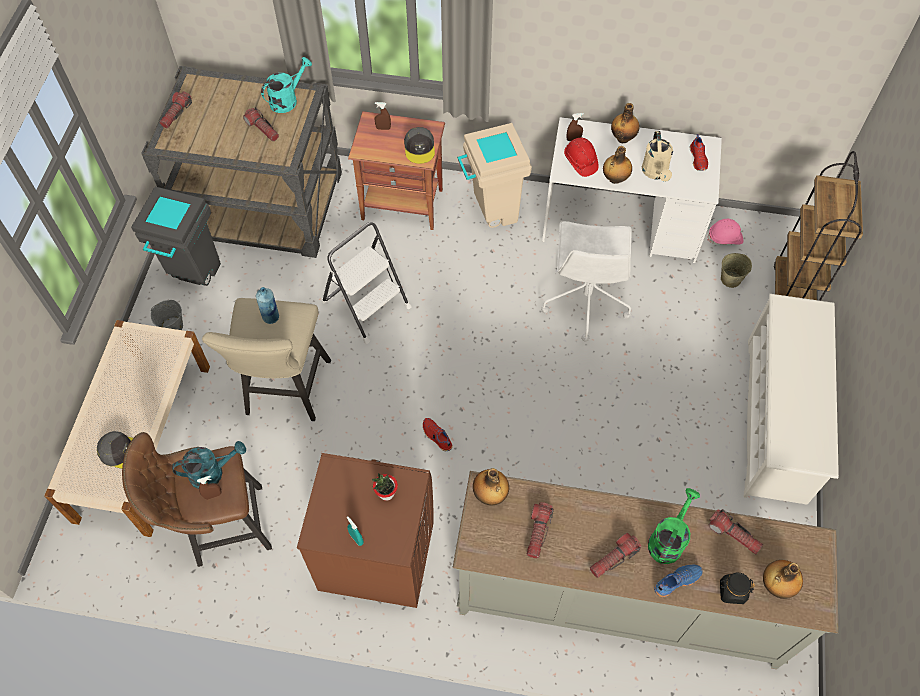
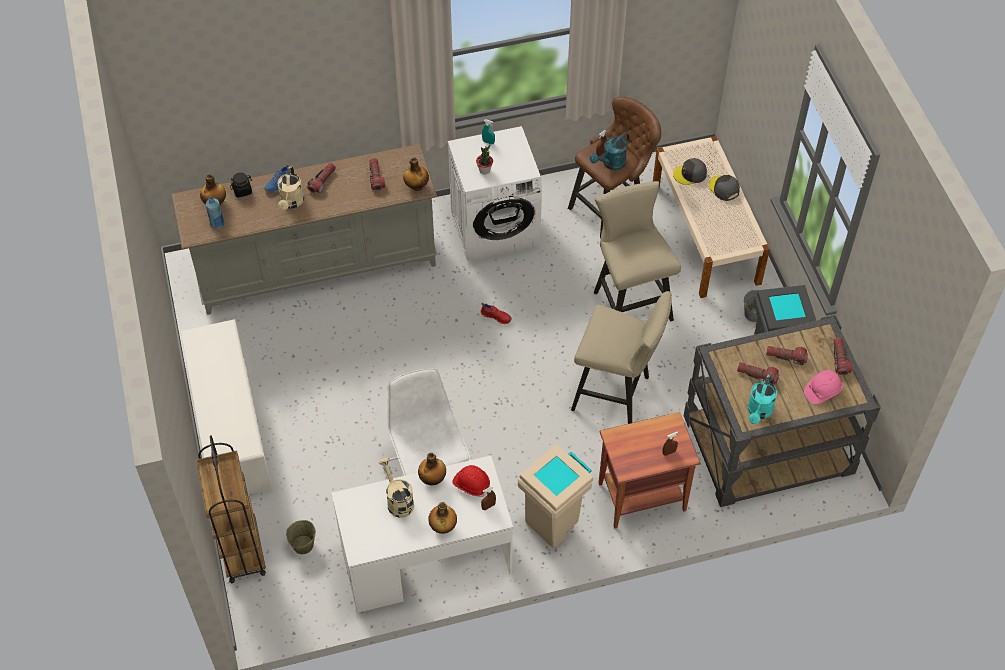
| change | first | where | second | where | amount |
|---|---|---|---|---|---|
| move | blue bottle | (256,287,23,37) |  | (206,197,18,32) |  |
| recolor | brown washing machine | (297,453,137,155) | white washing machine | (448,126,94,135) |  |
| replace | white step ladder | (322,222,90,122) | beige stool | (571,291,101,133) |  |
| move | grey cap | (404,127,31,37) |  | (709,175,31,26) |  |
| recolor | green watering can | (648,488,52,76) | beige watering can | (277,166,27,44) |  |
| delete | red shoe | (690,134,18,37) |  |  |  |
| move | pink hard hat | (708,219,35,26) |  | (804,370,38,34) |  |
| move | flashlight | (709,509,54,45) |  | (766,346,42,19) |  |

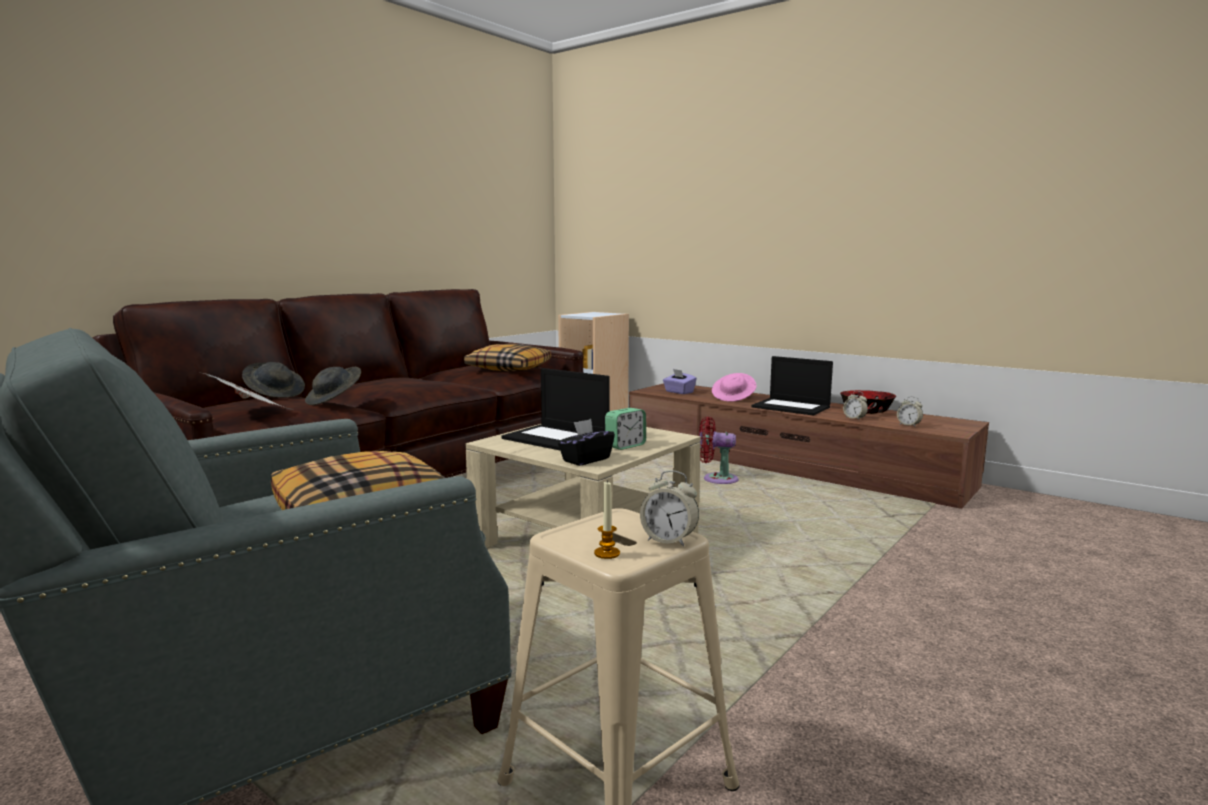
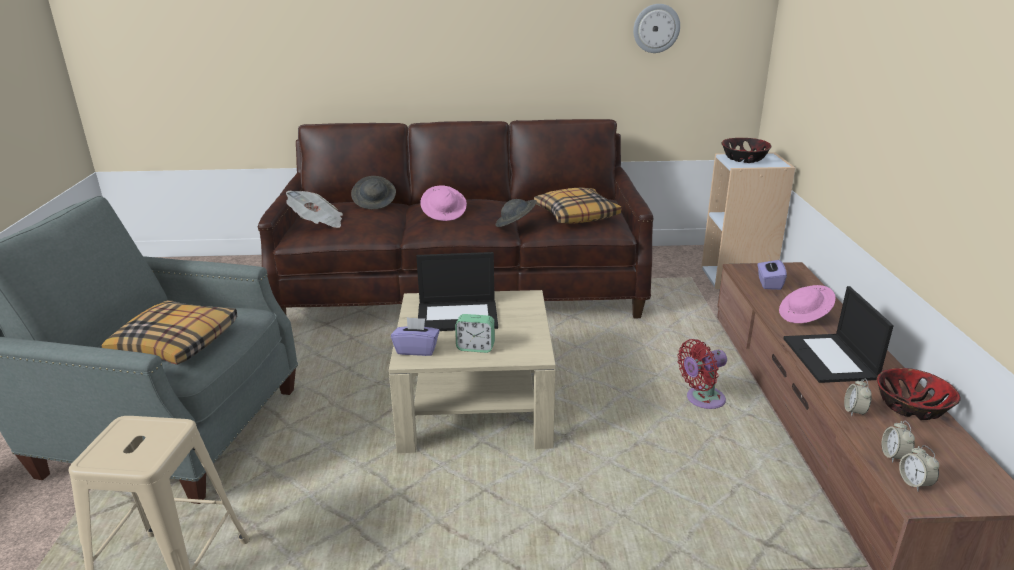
| change | first | where | second | where | amount |
|---|---|---|---|---|---|
| move | grey hat | (305,367,56,38) |  | (496,199,41,28) |  |
| rotate | laptop | (502,368,108,82) |  | (416,252,82,79) | 90 degrees counterclockwise |
| recolor | black tissue box | (558,419,57,47) | purple tissue box | (391,317,49,39) |  |
| delete | candle | (594,480,26,79) |  |  |  |
| move | alarm clock | (640,470,59,77) |  | (899,445,40,46) |  |
| rotate | red fan | (699,417,40,67) |  | (677,339,50,70) | 90 degrees counterclockwise |
| insert |  |  | pink hat | (420,186,47,35) |  |
| insert |  |  | wall clock | (633,4,47,49) |  |
| insert |  |  | bowl | (722,138,49,25) |  |

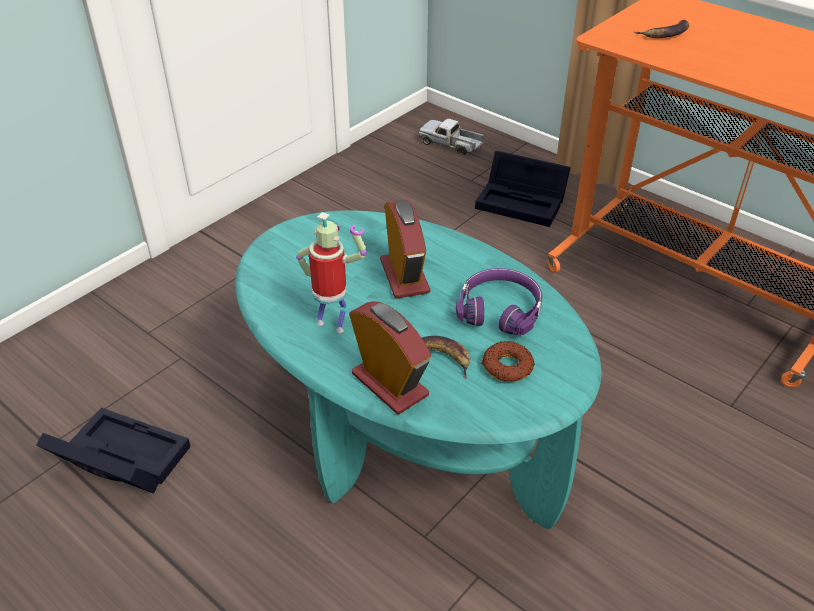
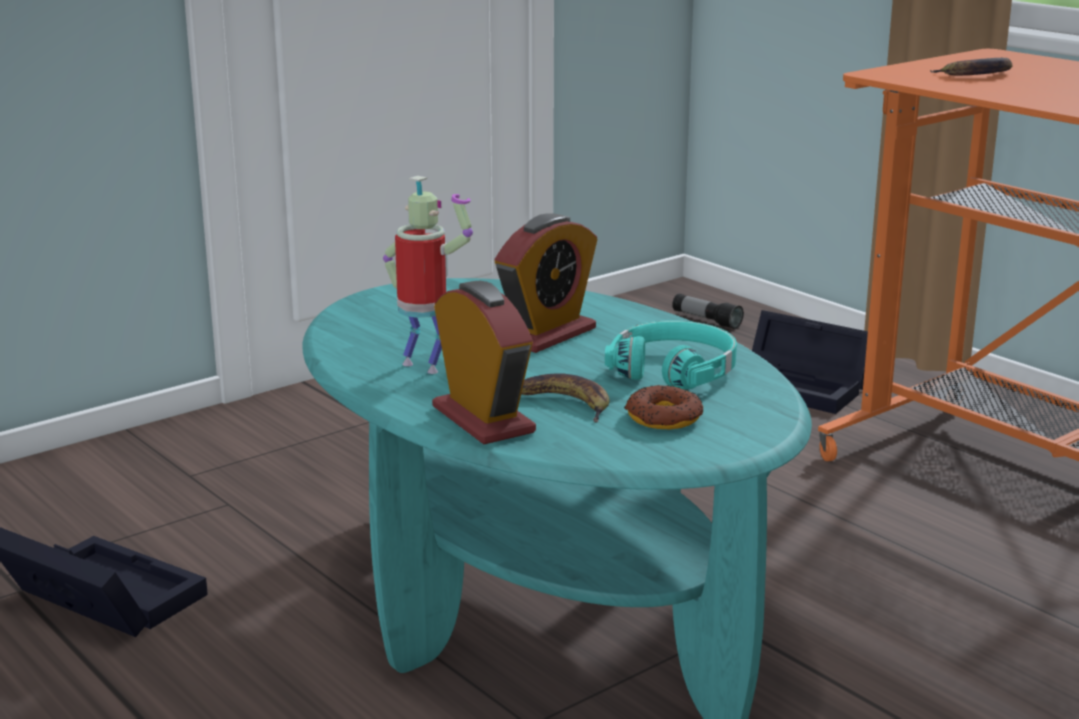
| change | first | where | second | where | amount |
|---|---|---|---|---|---|
| rotate | alarm clock | (380,200,50,99) |  | (494,213,103,140) | 45 degrees clockwise |
| replace | toy truck | (418,119,66,36) | flashlight | (672,294,72,35) |  |
| recolor | purple headphones | (456,268,86,68) | turquoise headphones | (605,320,132,69) |  |

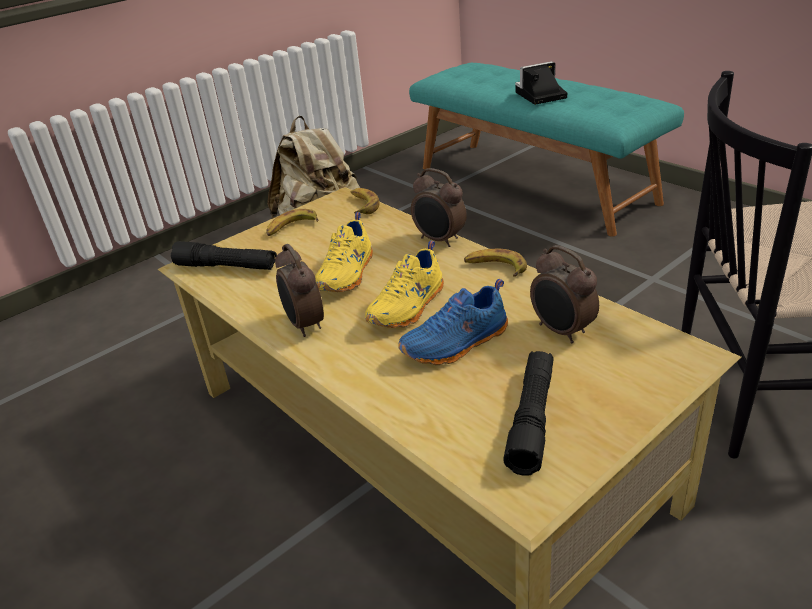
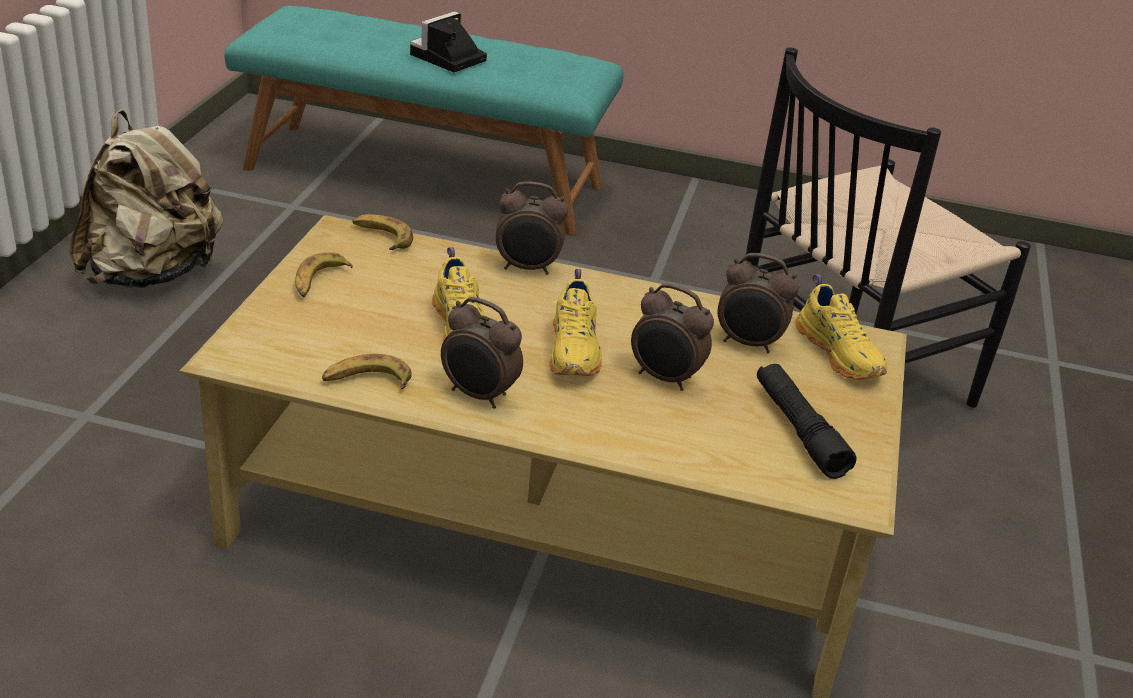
| change | first | where | second | where | amount |
|---|---|---|---|---|---|
| delete | black flashlight | (171,241,106,29) |  |  |  |
| replace | blue shoe | (398,279,110,86) | alarm clock | (631,283,83,108) |  |
| move | banana | (464,249,63,28) |  | (322,354,90,35) |  |
| insert |  |  | yellow shoe | (795,275,92,105) |  |

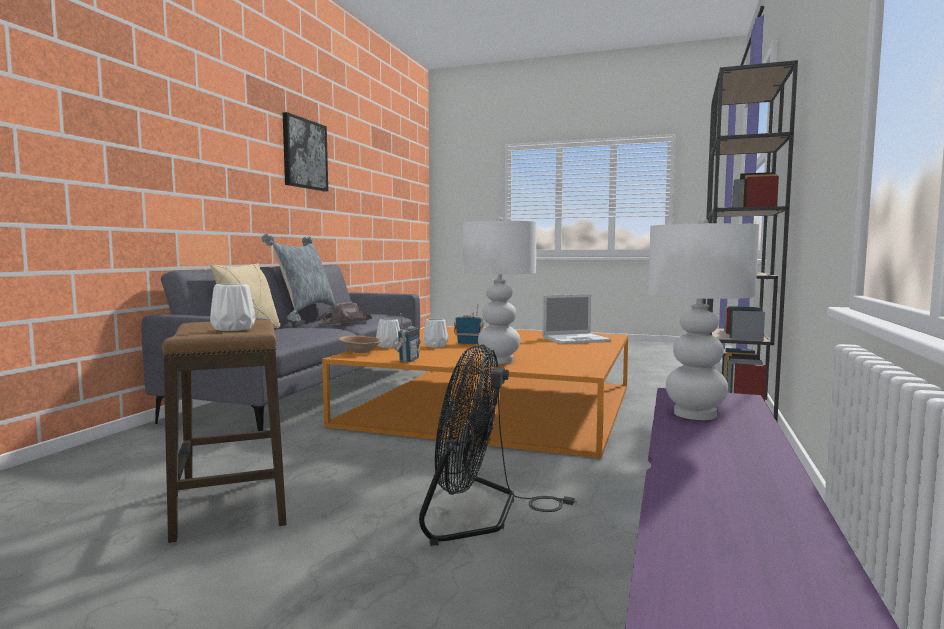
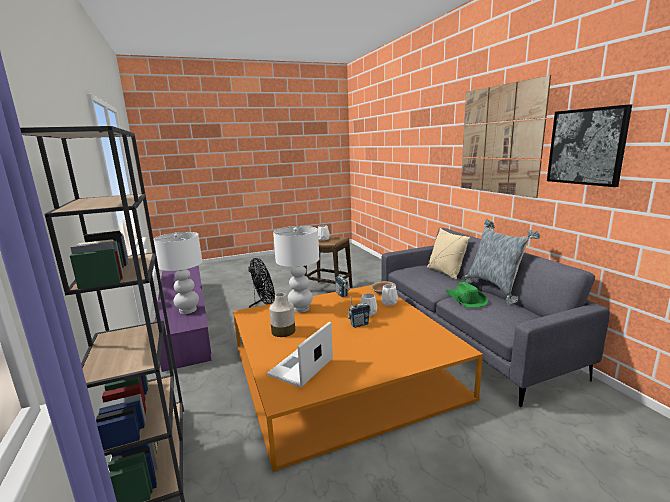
| change | first | where | second | where | amount |
|---|---|---|---|---|---|
| recolor | brown hat | (318,302,54,22) | green hat | (446,282,42,26) |  |
| insert |  |  | beige vase | (269,293,26,44) |  |
| insert |  |  | picture | (461,75,90,123) |  |

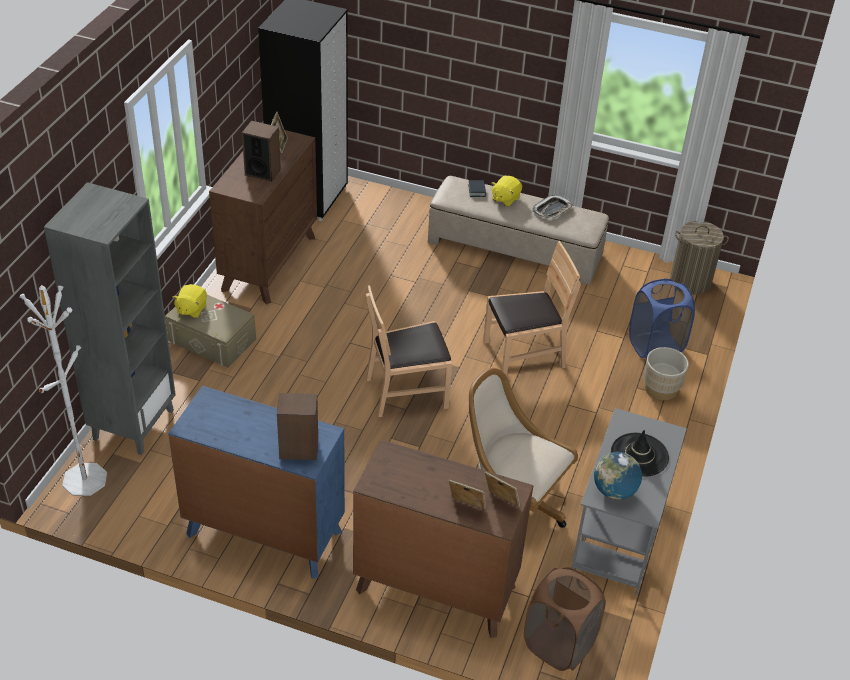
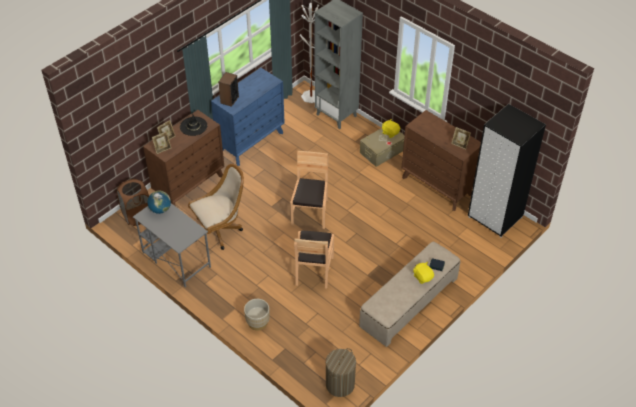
| change | first | where | second | where | amount |
|---|---|---|---|---|---|
| delete | speaker | (242,121,39,61) |  |  |  |
| delete | tray | (532,195,40,24) |  |  |  |
| move | black hat | (611,430,58,47) |  | (180,115,27,21) |  |
| delete | blue laundry basket | (629,278,66,80) |  |  |  |

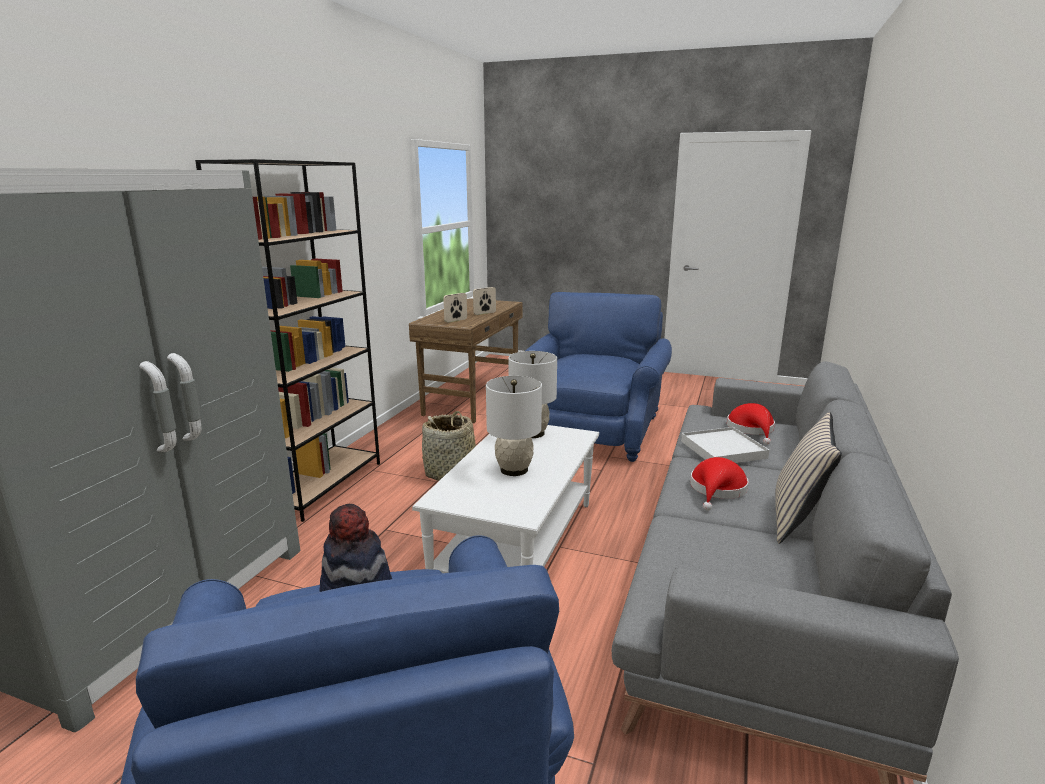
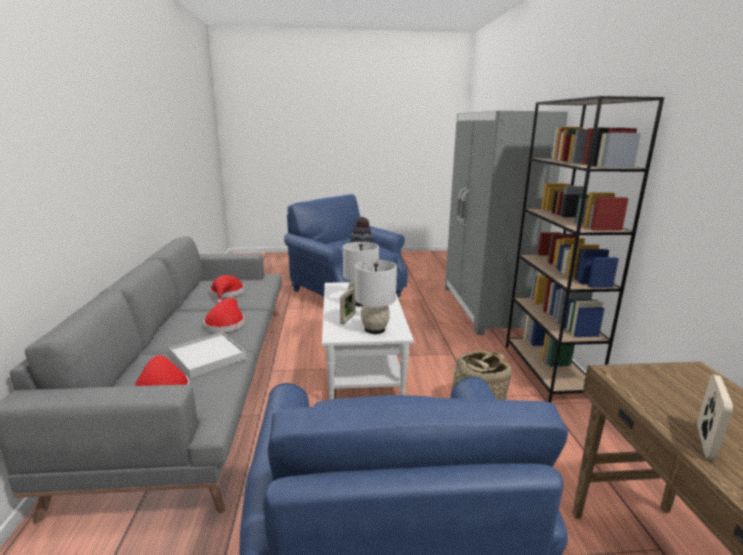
| change | first | where | second | where | amount |
|---|---|---|---|---|---|
| move | picture frame | (443,293,24,30) |  | (340,287,15,37) |  |
| delete | beige pillow | (775,412,67,132) |  |  |  |
| insert |  |  | red hat | (210,275,34,29) |  |

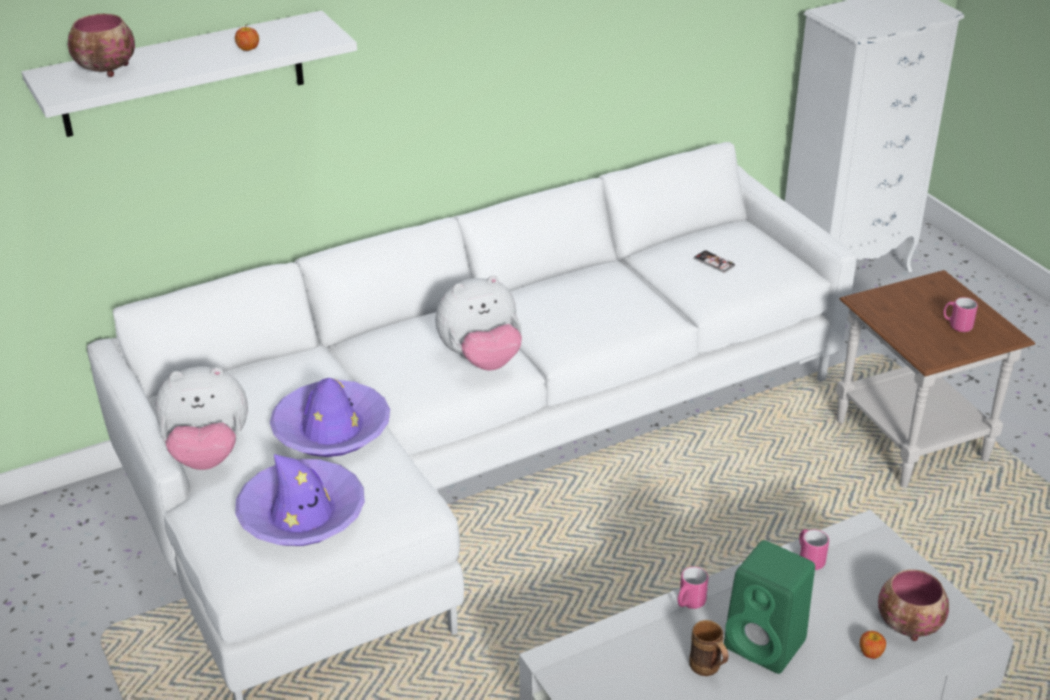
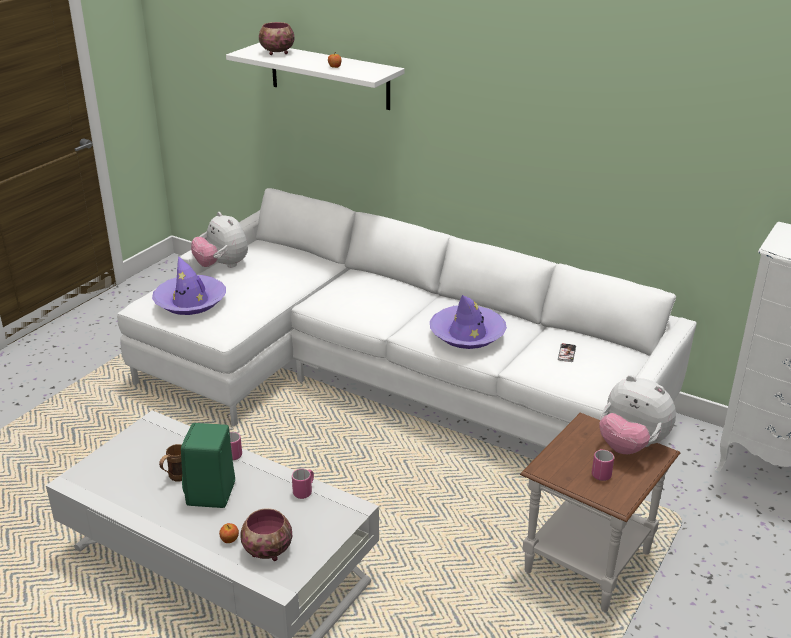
| change | first | where | second | where | amount |
|---|---|---|---|---|---|
| move | purple hat | (270,378,120,79) |  | (430,295,77,54) |  |
| move | plush toy | (435,276,87,95) |  | (599,375,77,79) |  |

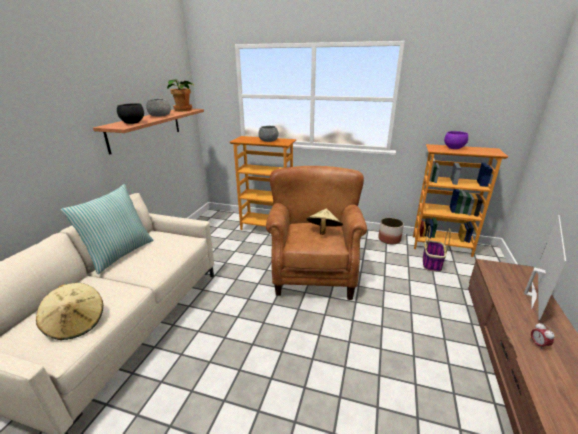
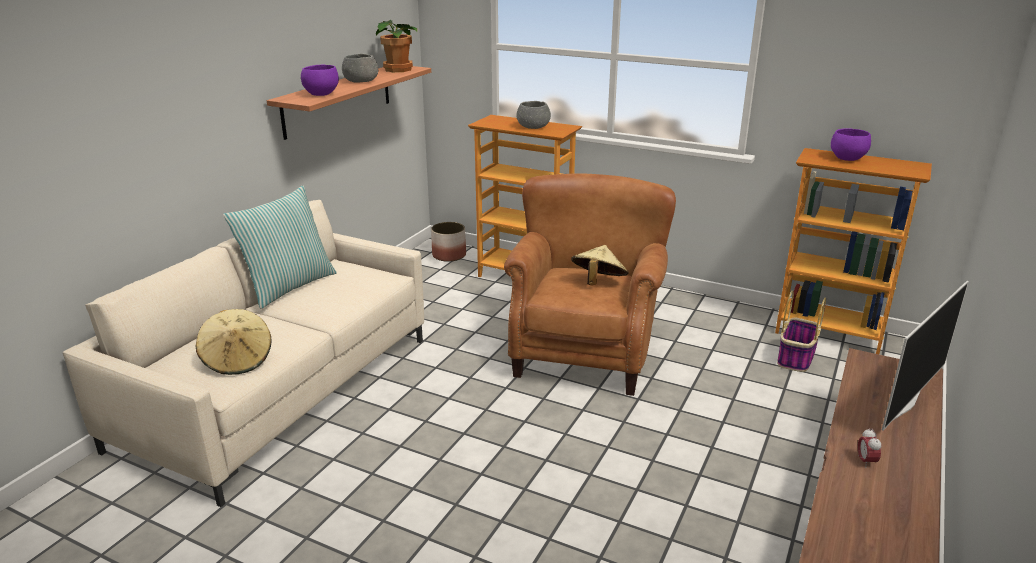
| change | first | where | second | where | amount |
|---|---|---|---|---|---|
| recolor | black bowl | (117,103,27,21) | purple bowl | (301,65,38,31) |  |
| move | planter | (378,218,26,27) |  | (431,222,35,40) |  |

